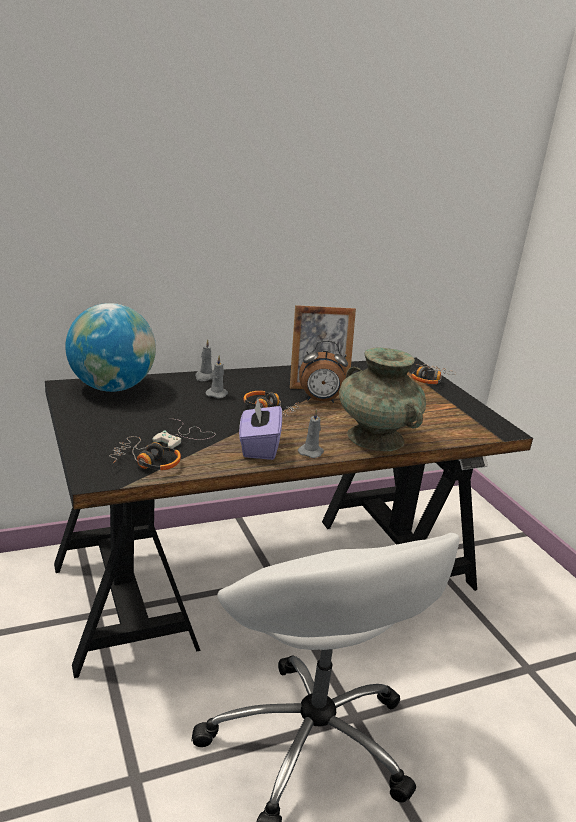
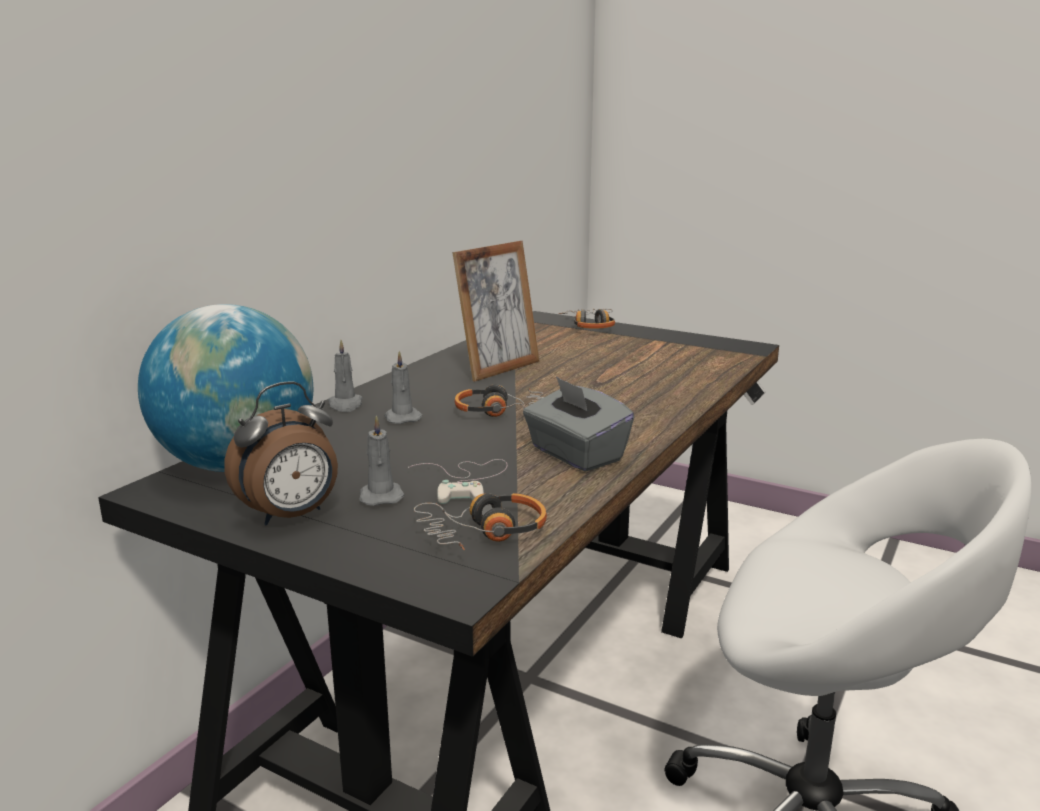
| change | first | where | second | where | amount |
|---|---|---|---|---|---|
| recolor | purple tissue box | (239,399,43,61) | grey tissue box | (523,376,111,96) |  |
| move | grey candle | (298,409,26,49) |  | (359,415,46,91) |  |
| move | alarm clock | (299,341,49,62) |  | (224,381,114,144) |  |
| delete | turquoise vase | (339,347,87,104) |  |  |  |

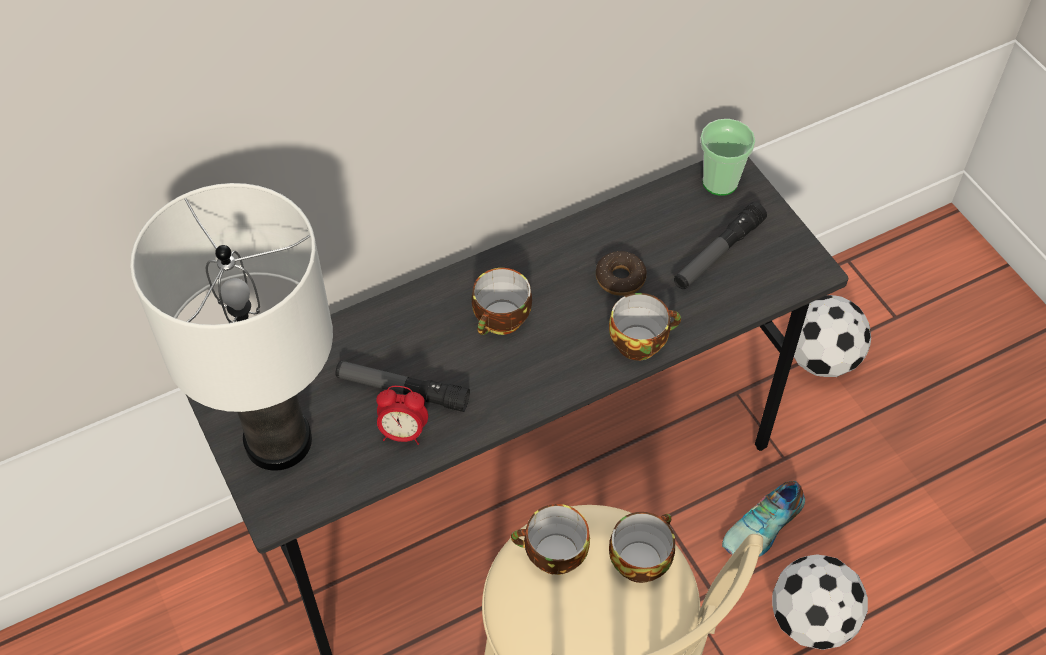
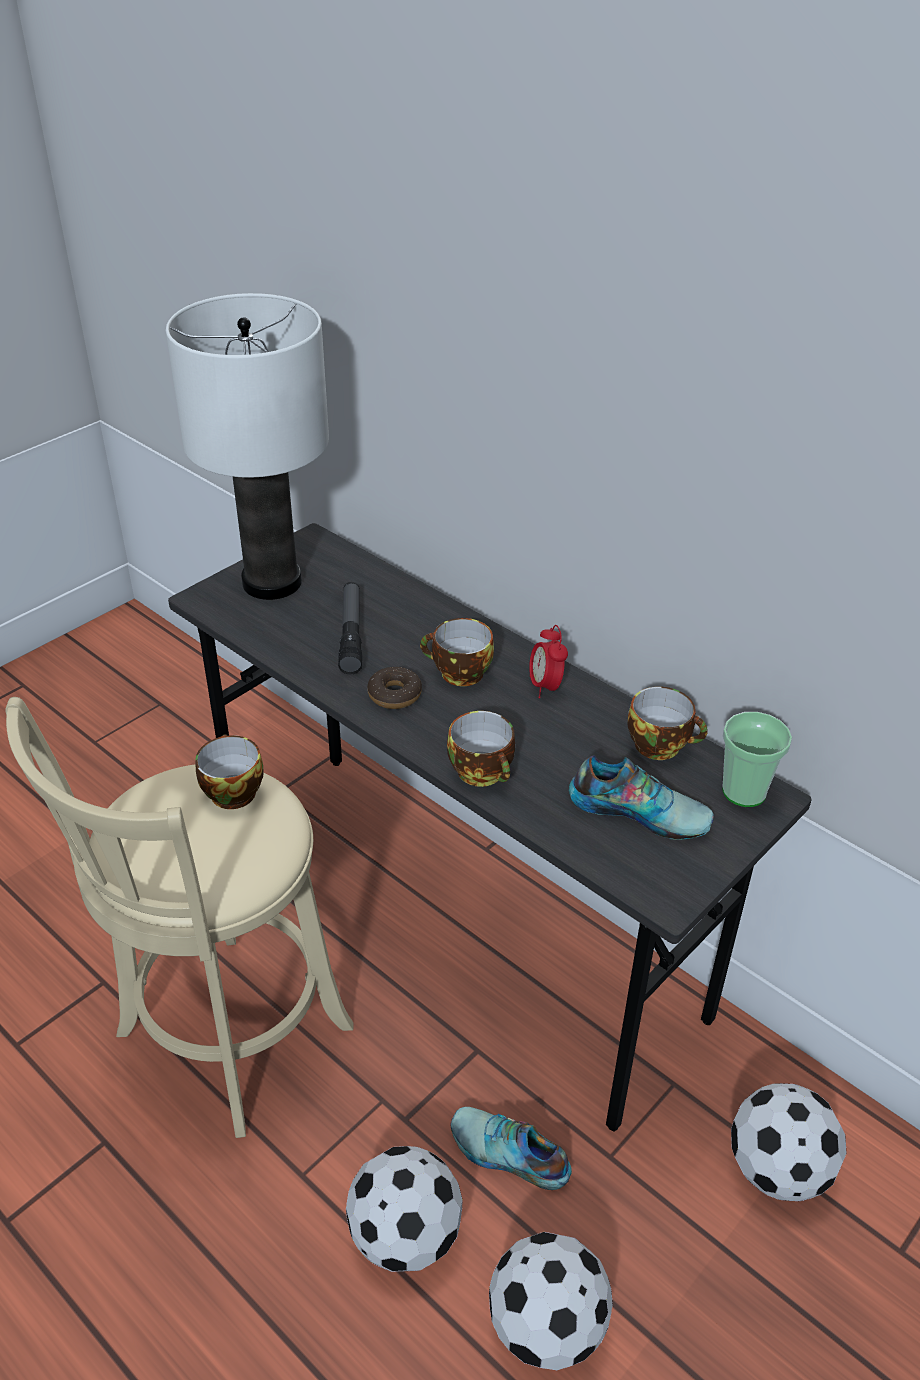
| change | first | where | second | where | amount |
|---|---|---|---|---|---|
| move | alarm clock | (376,386,52,59) |  | (529,625,39,73) |  |
| move | donut | (596,251,51,45) |  | (367,667,55,42) |  |
| move | cup | (609,512,66,71) |  | (627,687,81,73) |  |
| replace | flashlight | (674,202,93,87) | shoe | (569,755,145,85) |  |
| insert |  |  | football | (489,1232,124,138) |  |

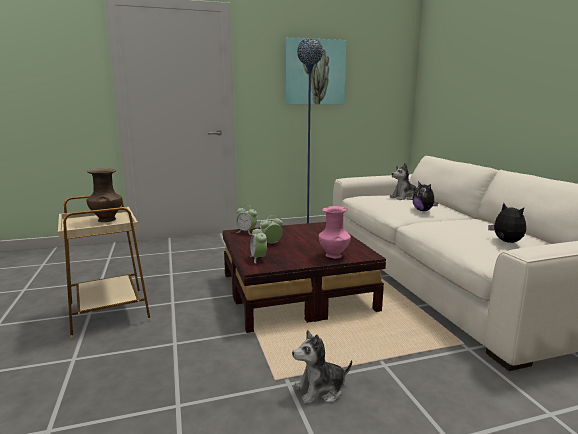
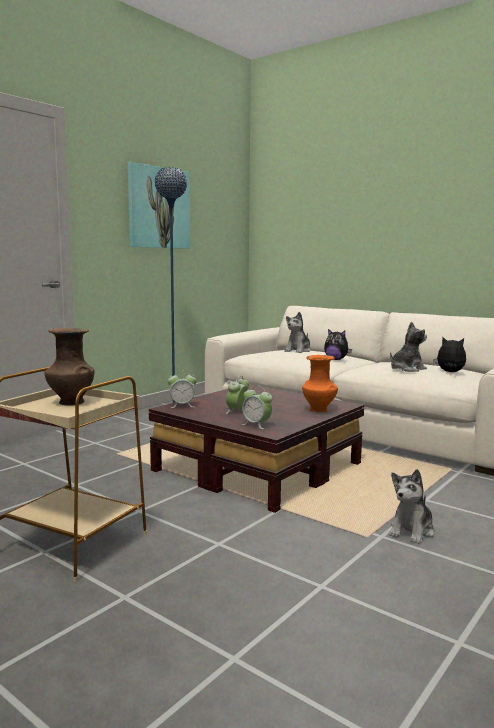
| change | first | where | second | where | amount |
|---|---|---|---|---|---|
| recolor | pink vase | (319,206,32,53) | orange vase | (302,355,36,57) |  |
| insert |  |  | plush toy | (390,322,37,50) |  |

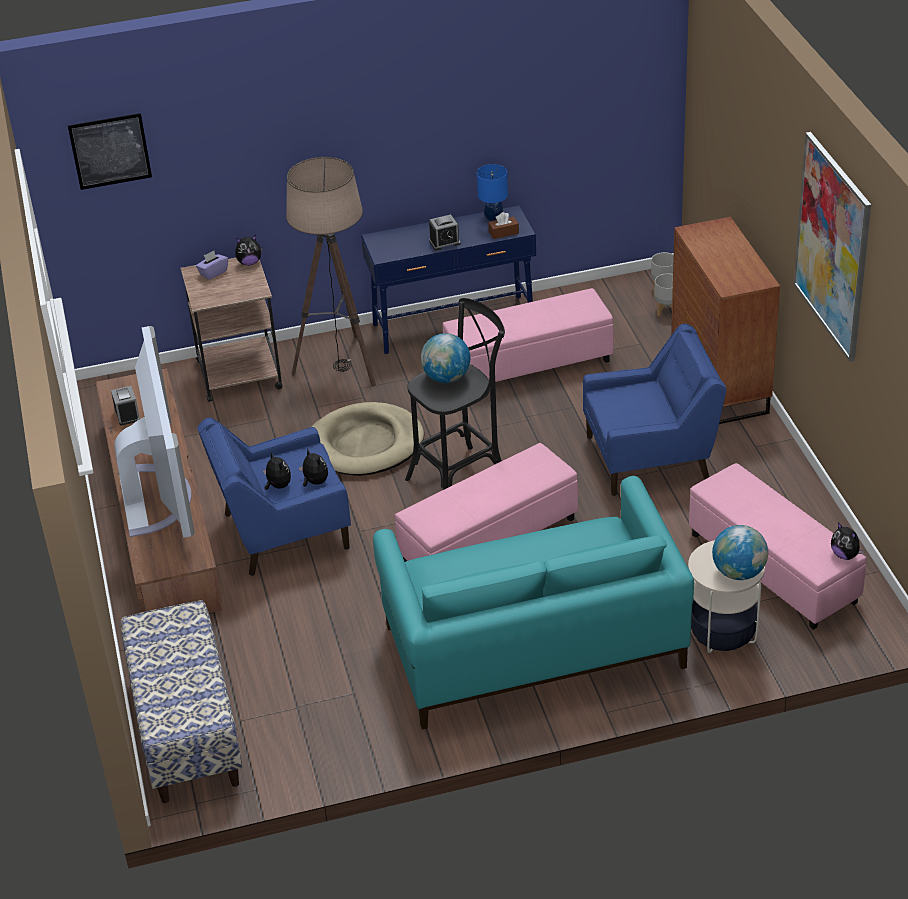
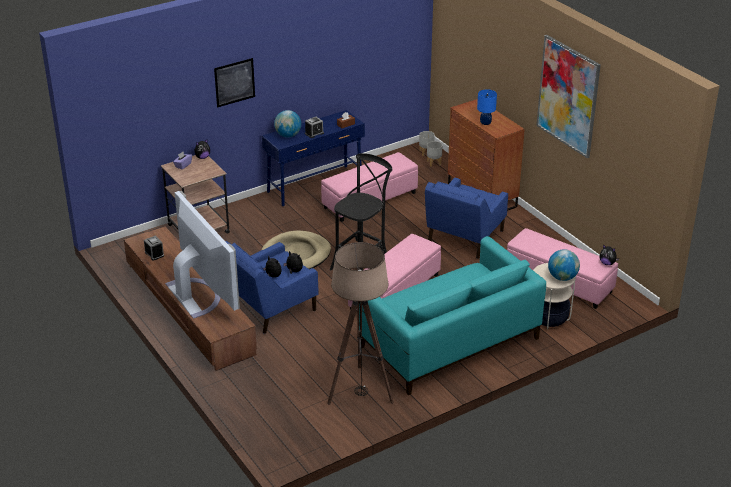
| change | first | where | second | where | amount |
|---|---|---|---|---|---|
| move | picture | (68,113,84,77) |  | (214,58,41,49) |  |
| delete | bench | (121,600,121,203) |  |  |  |
| move | floor lamp | (286,157,90,230) |  | (327,242,67,163) |  |
| move | globe | (421,333,49,50) |  | (274,110,27,27) |  |
| move | blue table lamp | (477,164,31,57) |  | (477,89,20,36) |  |
| rotate | blue armchair | (583,324,143,172) |  | (425,178,83,81) | 150 degrees clockwise |

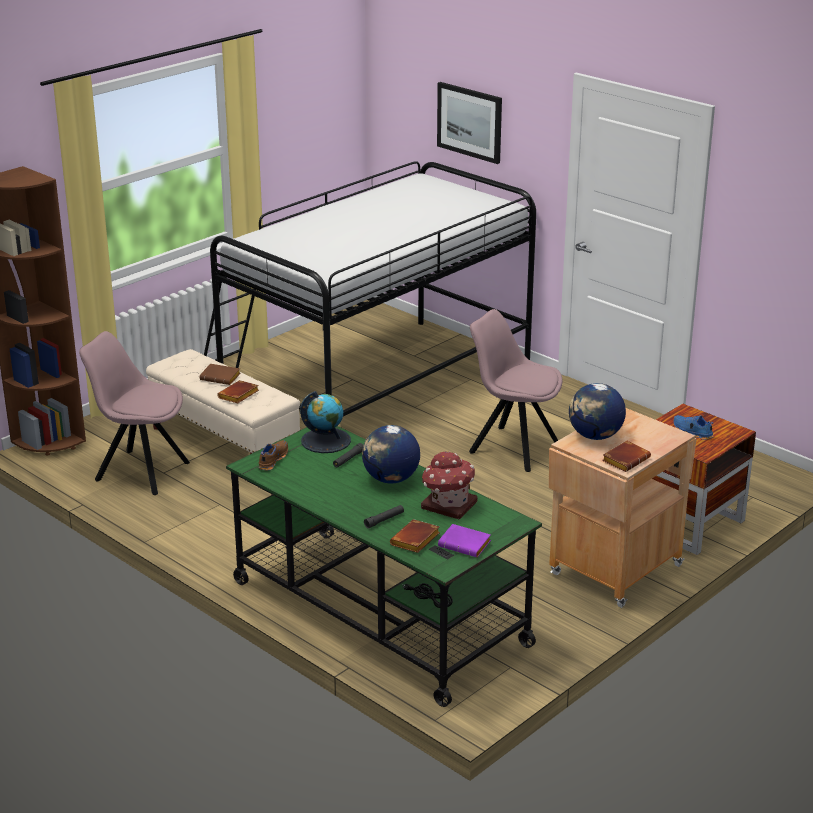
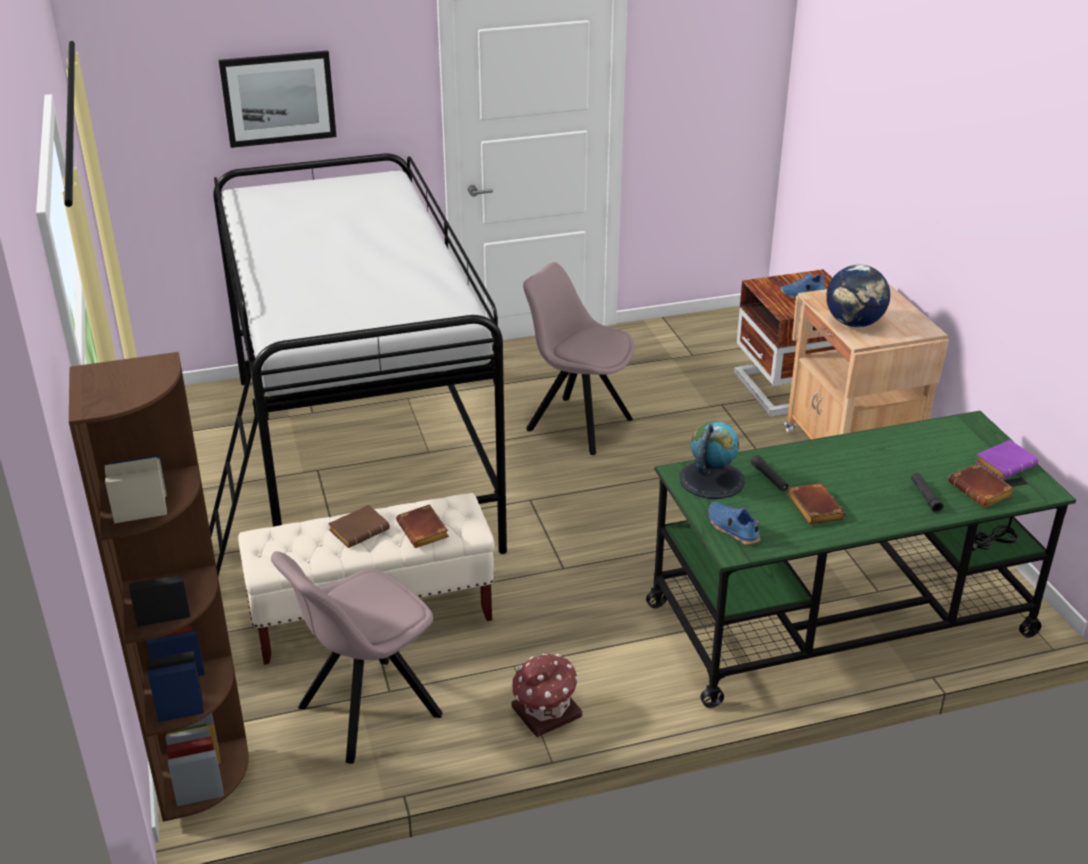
| change | first | where | second | where | amount |
|---|---|---|---|---|---|
| recolor | brown shoe | (258,440,30,31) | blue shoe | (708,502,53,43) |  |
| delete | globe | (362,425,58,58) |  |  |  |
| move | toy house | (421,451,57,69) |  | (512,653,70,84) |  |
| rotate | pink chair | (469,309,94,163) |  | (523,262,111,193) | 60 degrees clockwise |
| move | brown book | (602,440,49,32) |  | (787,483,59,41) |  |

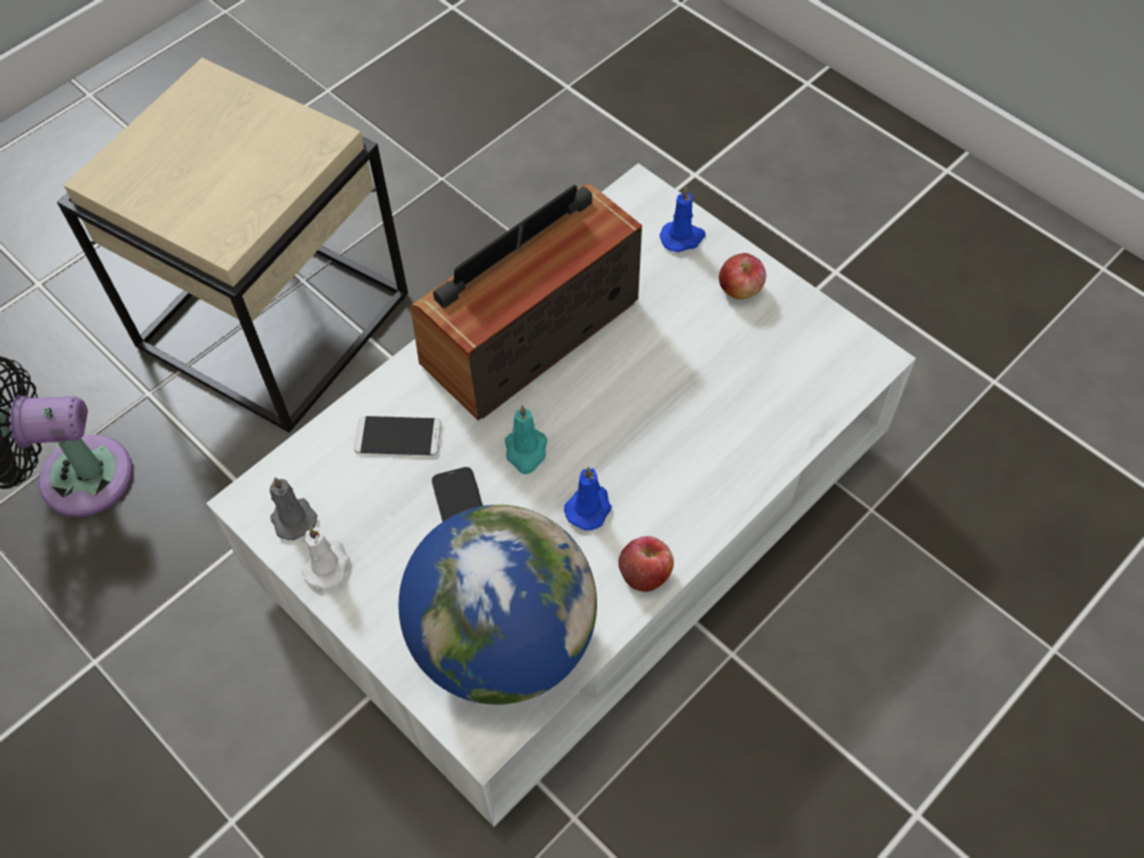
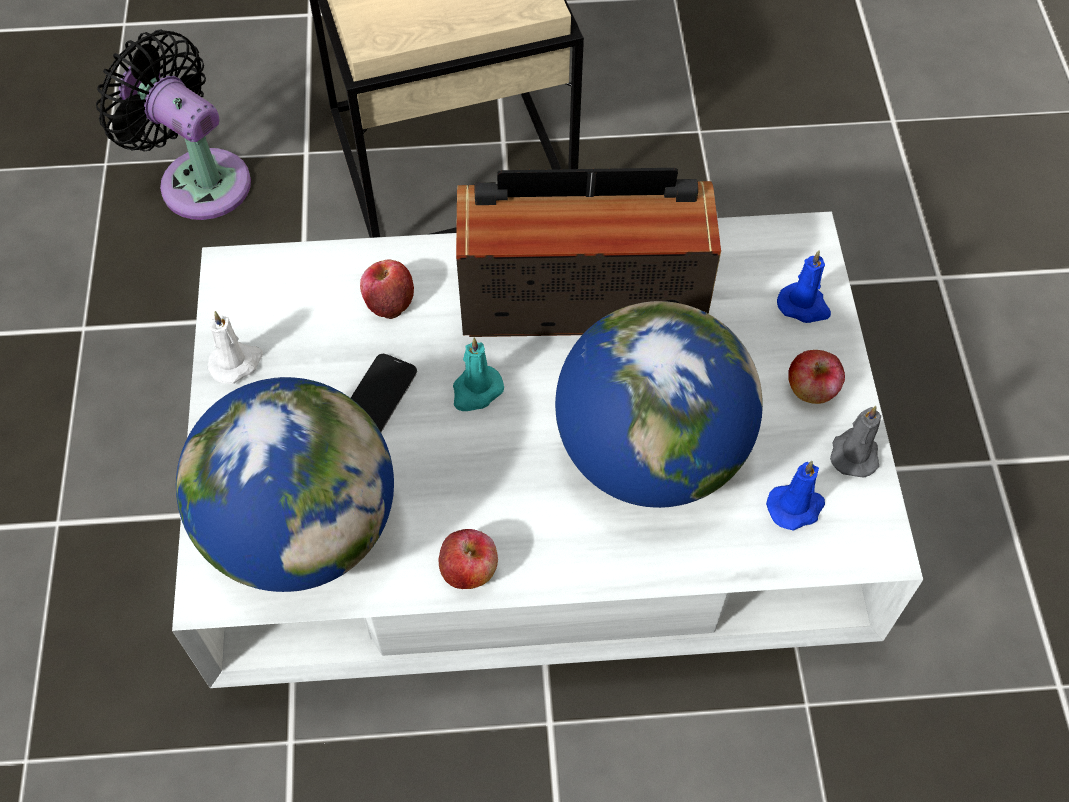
| change | first | where | second | where | amount |
|---|---|---|---|---|---|
| move | grey candle | (270,477,47,63) |  | (830,406,51,71) |  |
| replace | phone | (354,416,88,40) | apple | (360,259,54,60) |  |
| move | blue candle | (564,467,48,64) |  | (766,461,59,70) |  |
| insert |  |  | globe | (555,301,208,207) |  |

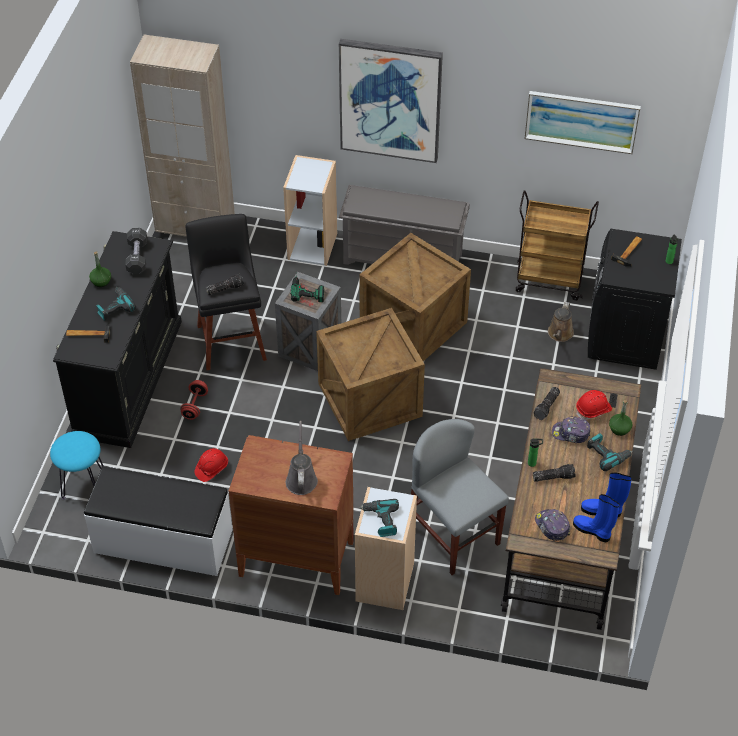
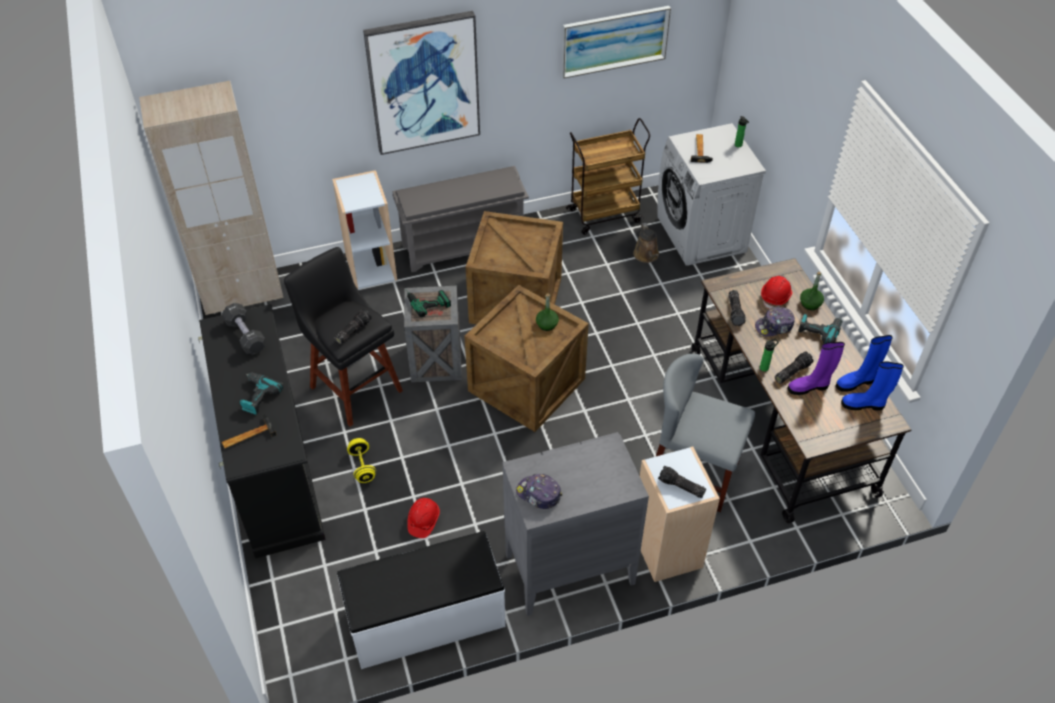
| change | first | where | second | where | amount |
|---|---|---|---|---|---|
| delete | turquoise stool | (50,431,53,69) |  |  |  |
| move | green bottle | (89,251,22,36) |  | (536,293,23,38) |  |
| recolor | red dumbbell | (180,380,28,40) | yellow dumbbell | (347,438,29,45) |  |
| recolor | brown dresser | (229,435,125,160) | grey dresser | (503,432,146,184) |  |
| delete | grey watering can | (286,421,32,74) |  |  |  |
| replace | power drill | (358,499,41,38) | flashlight | (658,466,48,32) |  |
| move | cap | (535,509,35,32) |  | (516,474,46,35) |  |
| recolor | black washing machine | (588,228,94,142) | white washing machine | (657,123,109,142) |  |
| insert |  |  | purple boot | (788,342,57,53) |  |

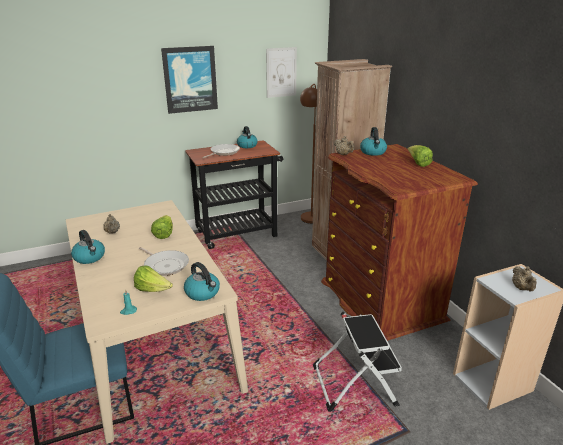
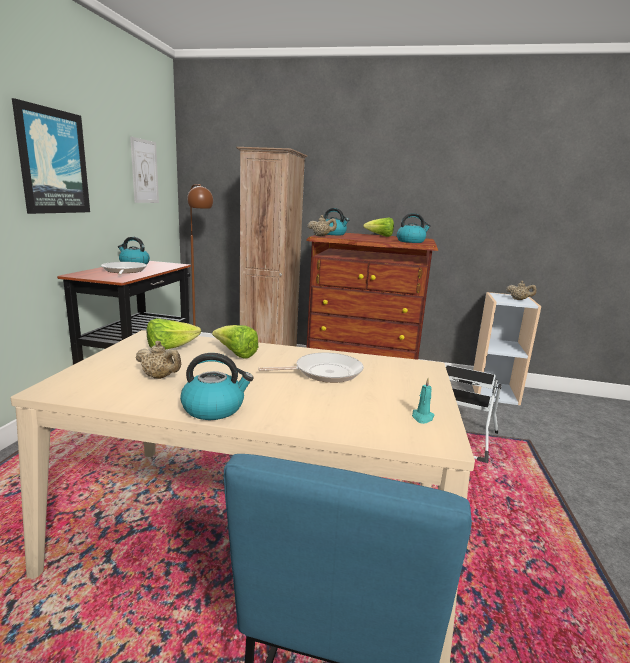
| change | first | where | second | where | amount |
|---|---|---|---|---|---|
| move | lettuce | (134,266,39,26) |  | (147,318,54,32) |  |
| move | kettle | (184,262,36,39) |  | (397,213,34,30) |  |

